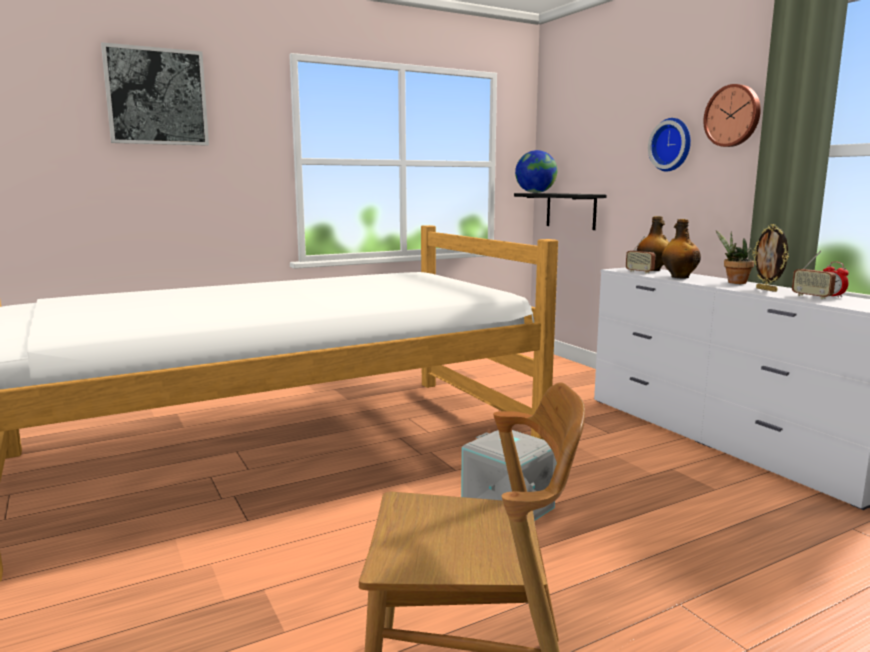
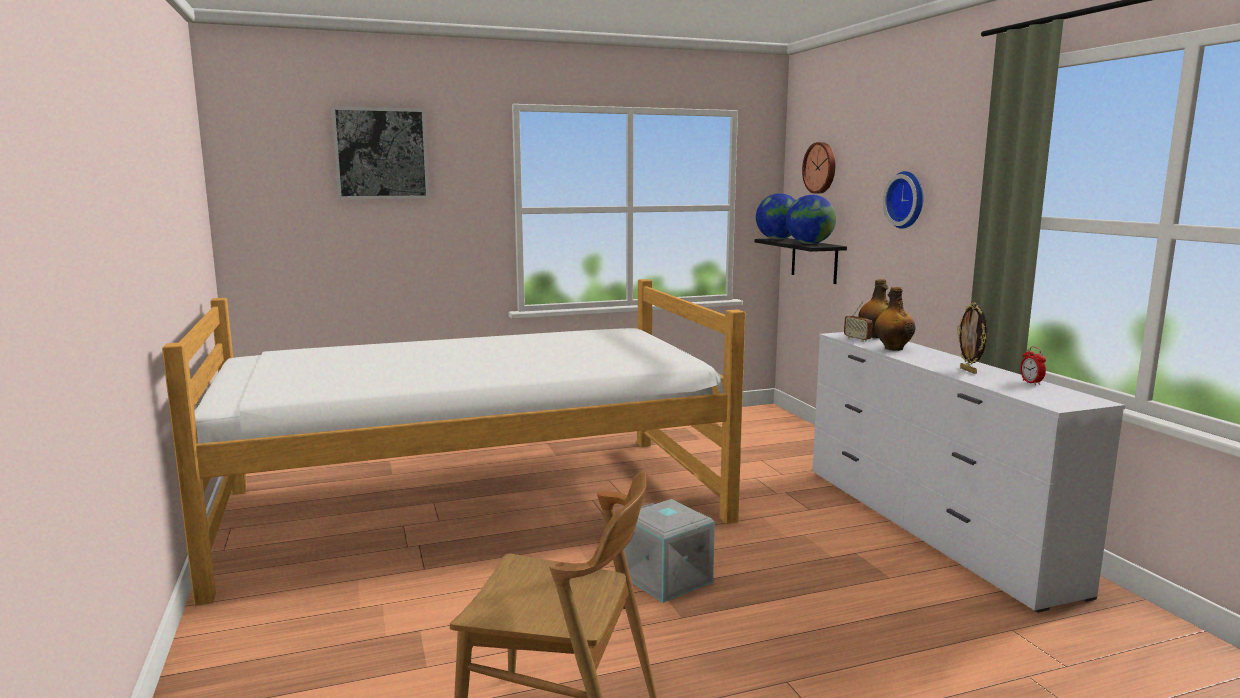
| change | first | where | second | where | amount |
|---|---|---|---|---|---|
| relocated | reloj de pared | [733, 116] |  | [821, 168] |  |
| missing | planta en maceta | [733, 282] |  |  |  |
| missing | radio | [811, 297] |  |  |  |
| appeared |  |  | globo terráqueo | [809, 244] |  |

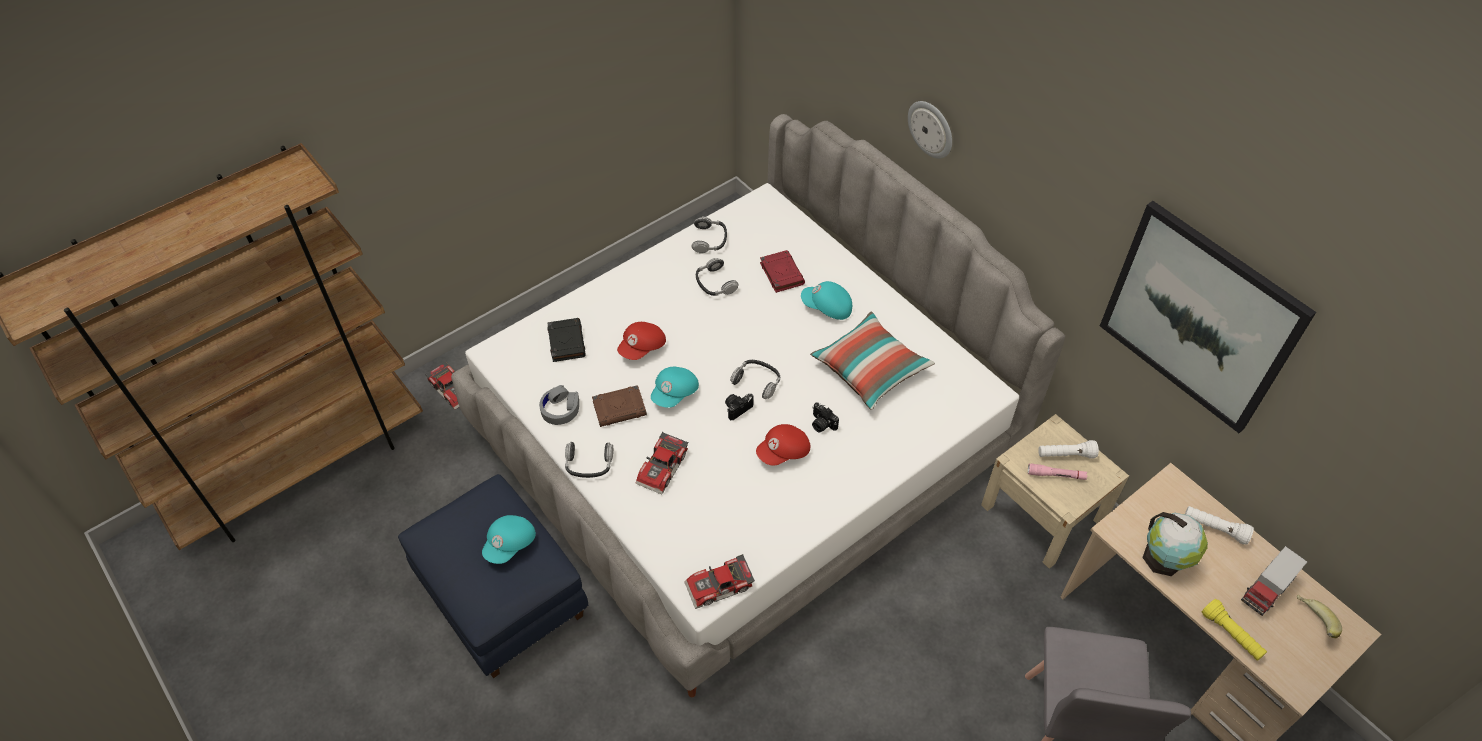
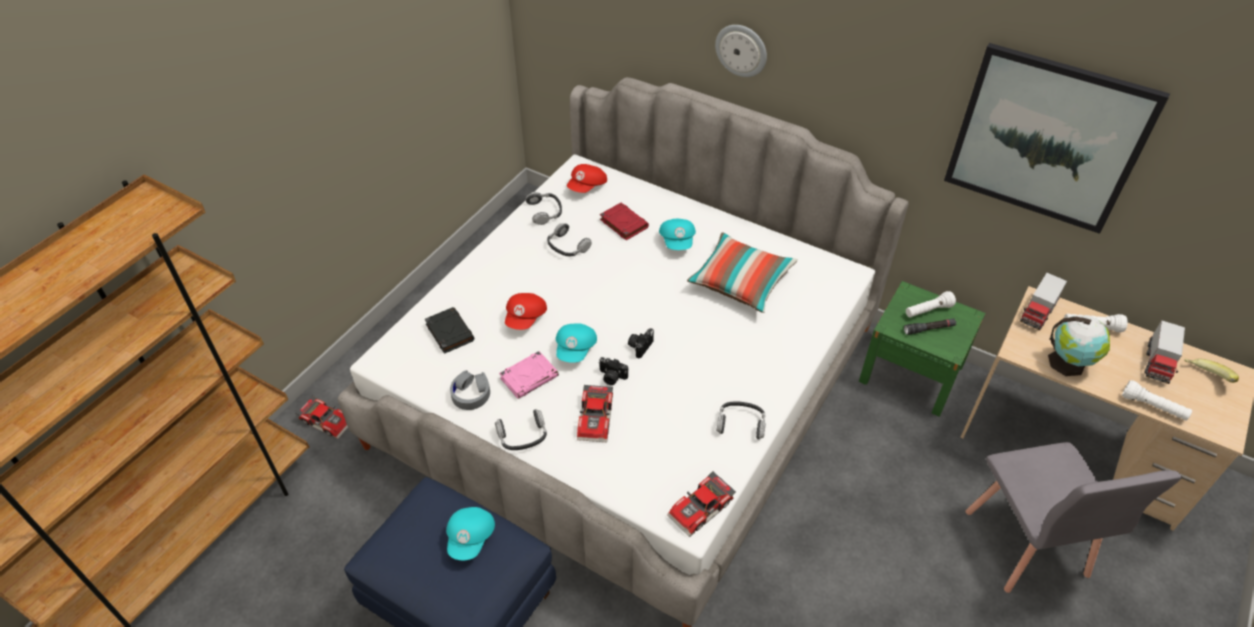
| change | first | where | second | where | amount |
|---|---|---|---|---|---|
| spun | gorra (turquesa) | [827, 308] |  | [678, 241] | 90 degrees counterclockwise |
| relocated | auriculares | [757, 381] |  | [741, 423] |  |
| colour | libro (marrón) | [620, 408] | libro (rosa) | [529, 377] |  |
| relocated | cámara | [821, 424] |  | [611, 377] |  |
| colour | mesita de noche (beis) | [1043, 513] | mesita de noche (verde) | [911, 373] |  |
| relocated | gorra (rojo) | [784, 452] |  | [587, 187] |  |
| colour | linterna (rosa) | [1056, 475] | linterna (negro) | [929, 329] |  |
| colour | linterna (amarillo) | [1231, 635] | linterna (blanco) | [1153, 407] |  |
| appeared |  |  | camión de juguete | [1037, 313] |  |

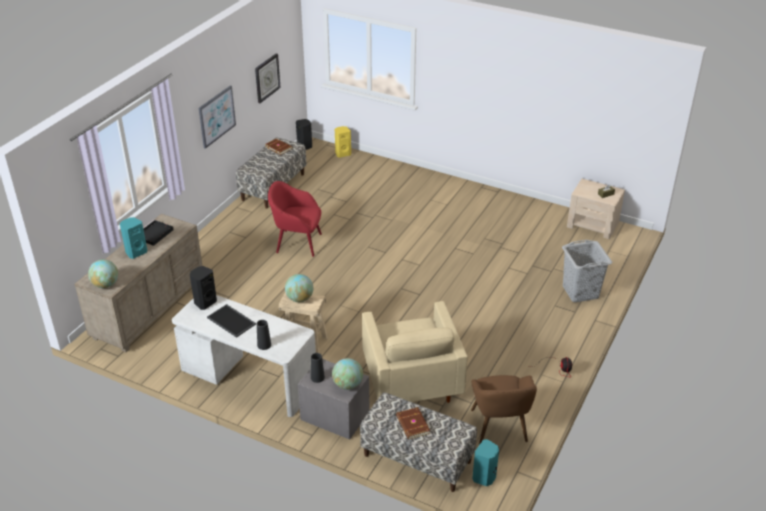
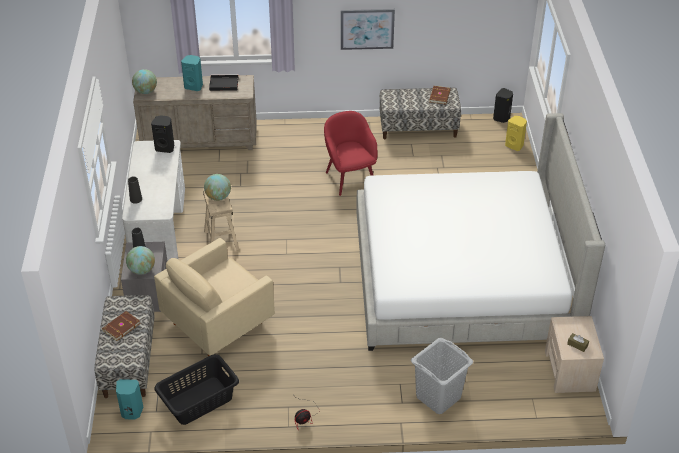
| change | first | where | second | where | amount |
|---|---|---|---|---|---|
| missing | reloj de pared | [267, 78] |  |  |  |
| missing | bandeja | [232, 321] |  |  |  |
| exchanged | sillón (marrón) | [499, 427] | cesto de la ropa (negro) | [198, 400] |  |
| appeared |  |  | cama | [462, 277] |  |

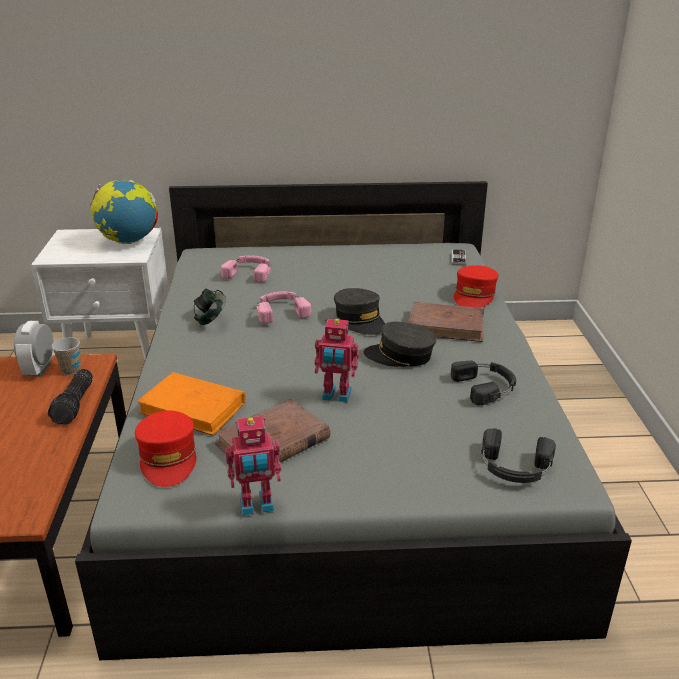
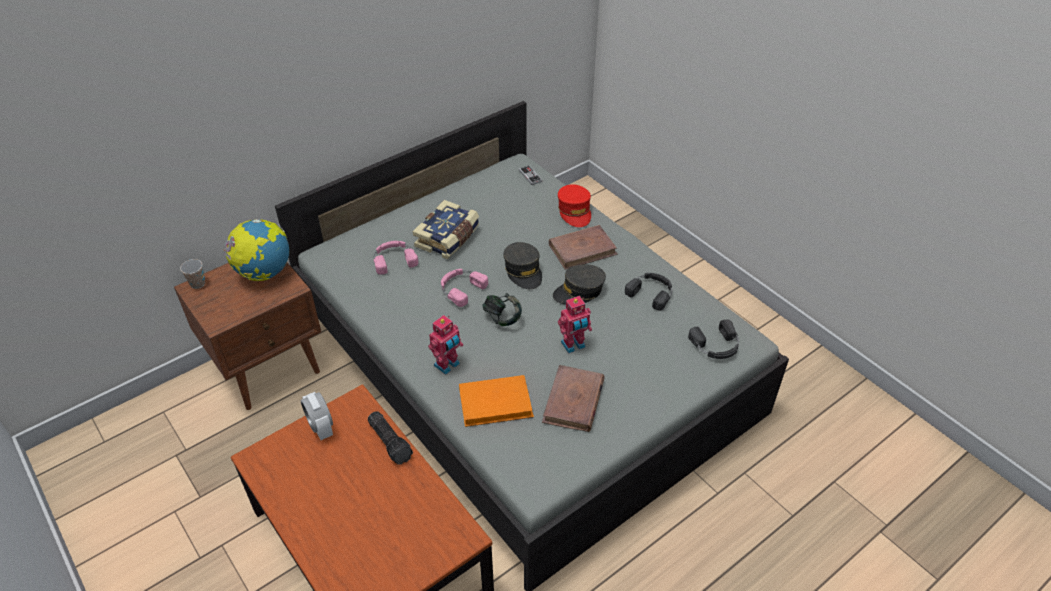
| change | first | where | second | where | amount |
|---|---|---|---|---|---|
| colour | mesita de noche (blanco) | [120, 353] | mesita de noche (marrón) | [270, 368] |  |
| spun | gorra (gris) | [360, 320] |  | [523, 271] | 45 degrees clockwise |
| relocated | auriculares | [211, 320] |  | [502, 318] |  |
| relocated | taza | [71, 370] |  | [198, 284] |  |
| missing | gorra (rojo) | [168, 458] |  |  |  |
| relocated | robot de juguete | [256, 505] |  | [448, 365] |  |
| appeared |  |  | libro | [448, 238] |  |

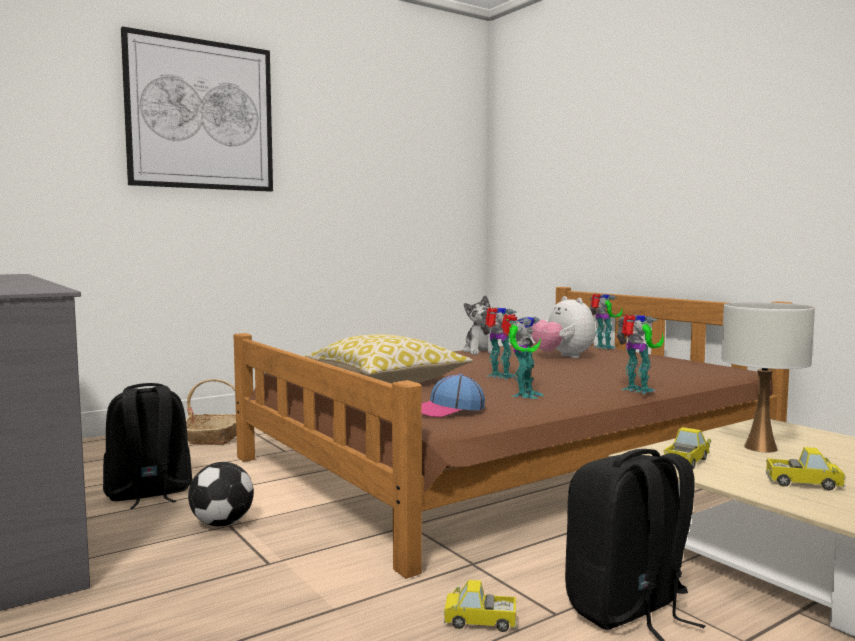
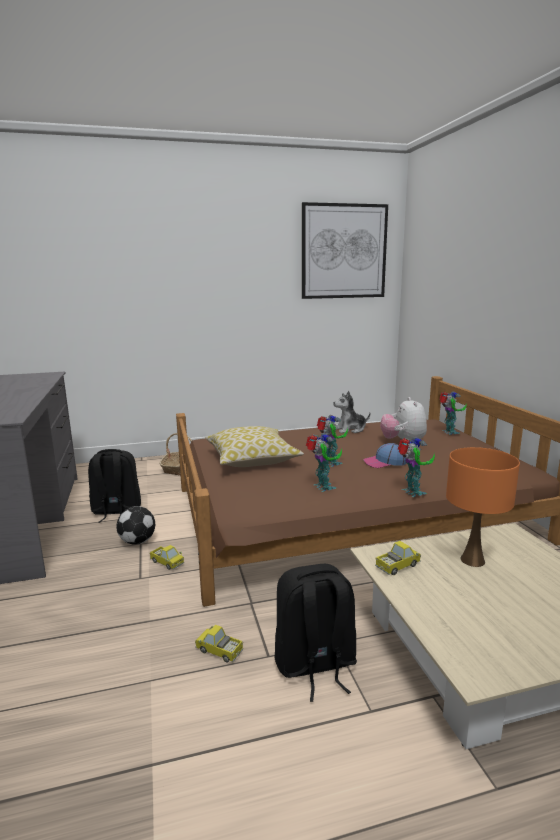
| change | first | where | second | where | amount |
|---|---|---|---|---|---|
| relocated | cuadro | [201, 115] |  | [344, 251] |  |
| spun | peluche | [480, 351] |  | [350, 429] | 60 degrees clockwise |
| colour | lámpara de mesa (blanco) | [761, 448] | lámpara de mesa (naranja) | [473, 560] |  |
| spun | robot de juguete | [523, 395] |  | [322, 487] | 75 degrees counterclockwise |
| relocated | gorra | [447, 409] |  | [384, 462] |  |
| relocated | camión de juguete | [803, 484] |  | [167, 563] |  |

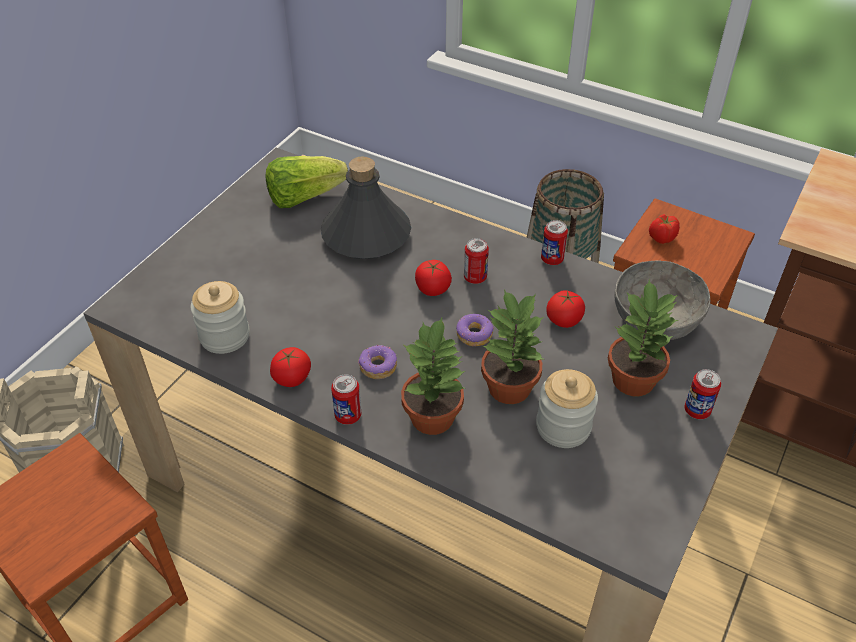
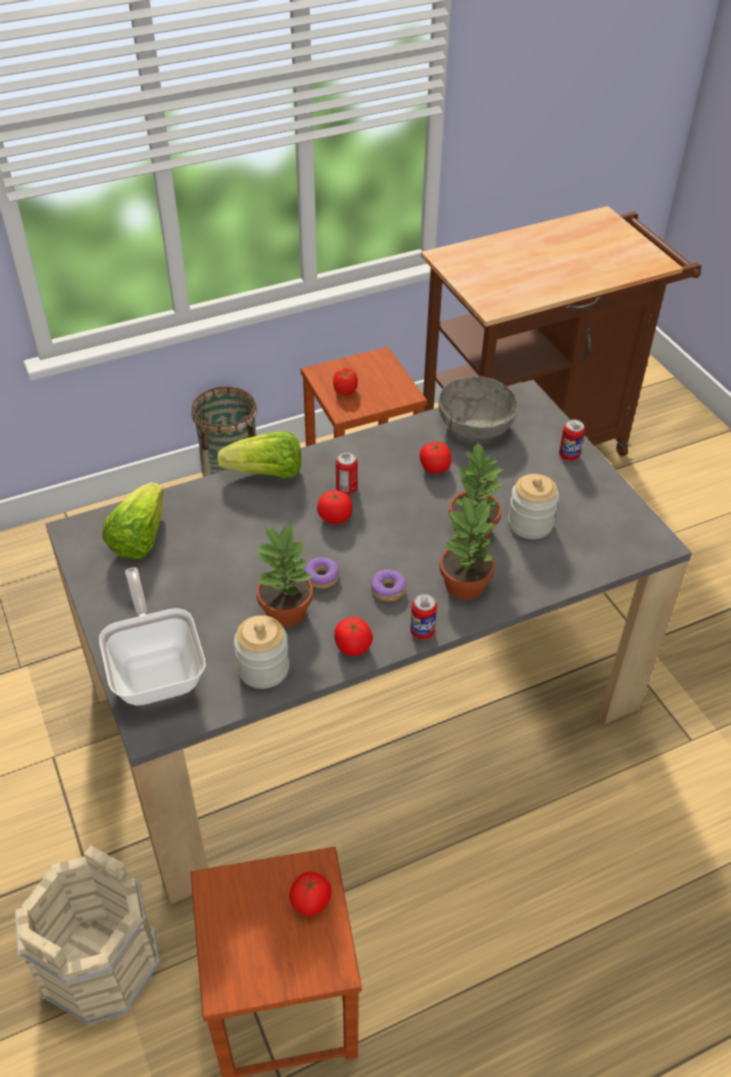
| change | first | where | second | where | amount |
|---|---|---|---|---|---|
| missing | botella (gris) | [366, 236] |  |  |  |
| missing | lata | [552, 259] |  |  |  |
| relocated | planta en maceta | [634, 379] |  | [286, 611] |  |
| relocated | rosquilla | [474, 335] |  | [322, 577] |  |
| appeared |  |  | lechuga | [266, 474] |  |
| appeared |  |  | sartén | [156, 669] |  |
| appeared |  |  | tomate | [310, 901] |  |

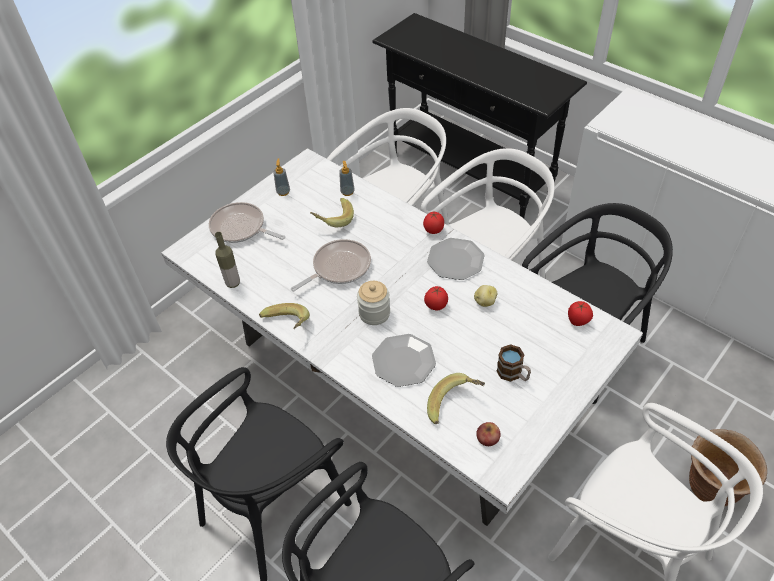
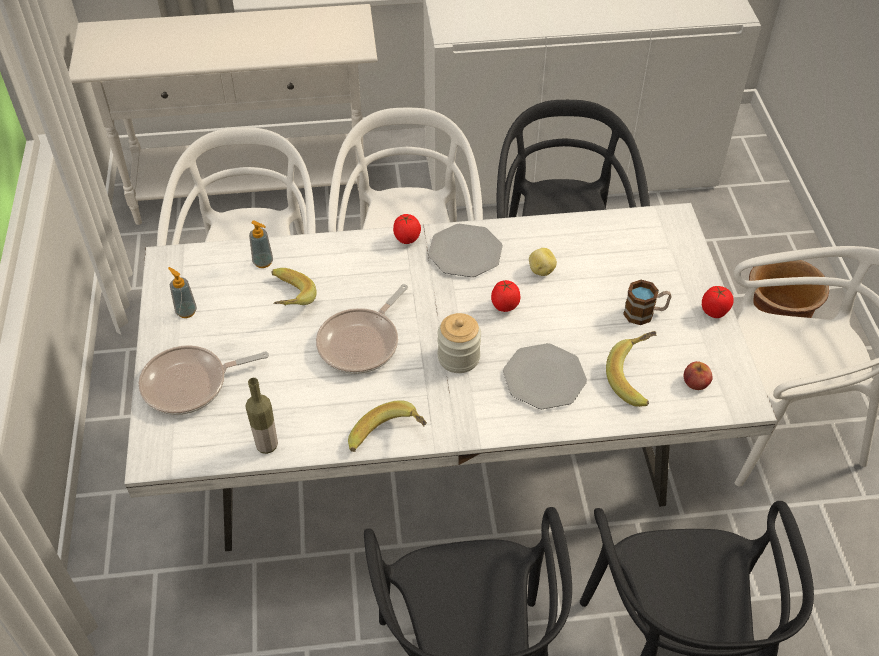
| change | first | where | second | where | amount |
|---|---|---|---|---|---|
| colour | mesa consola (negro) | [469, 172] | mesa consola (blanco) | [253, 191] |  |
| spun | sartén | [338, 267] |  | [362, 342] | 150 degrees counterclockwise |
| relocated | tomate | [578, 321] |  | [714, 312] |  |

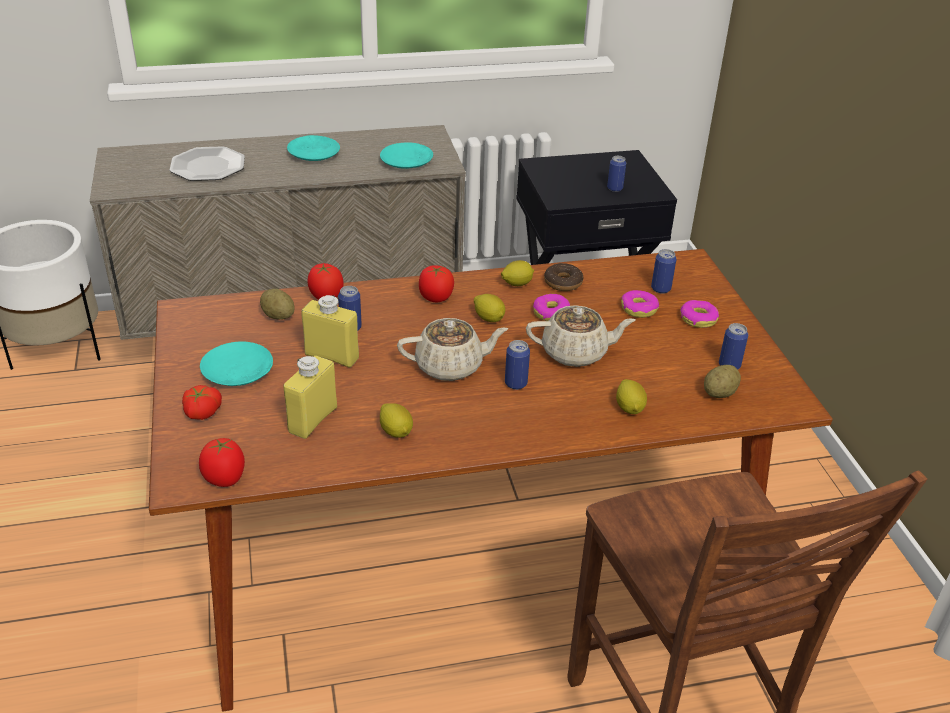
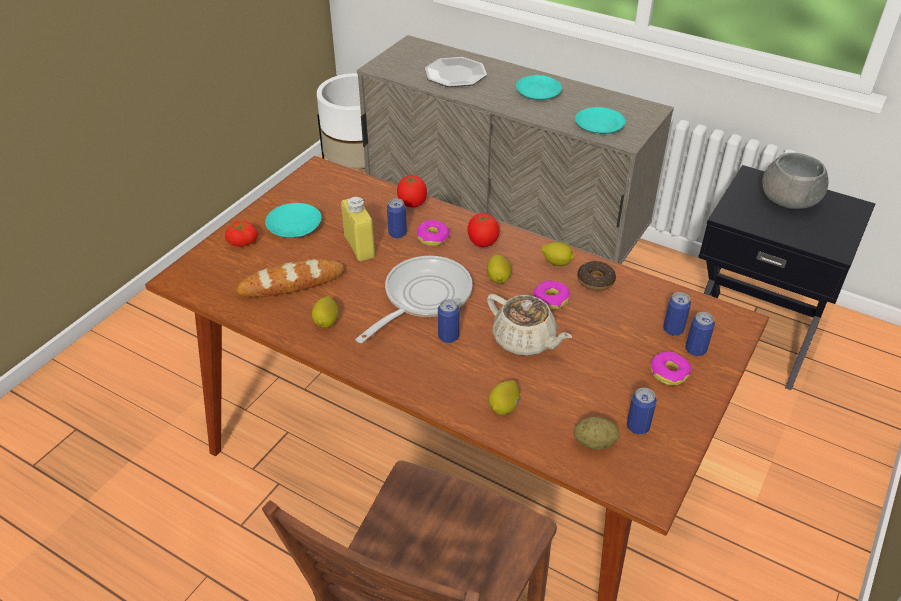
| change | first | where | second | where | amount |
|---|---|---|---|---|---|
| relocated | lata | [614, 188] |  | [695, 350] |  |
| missing | patata | [278, 316] |  |  |  |
| relocated | rosquilla | [639, 309] |  | [433, 238] |  |
| exchanged | tetera (beis) | [450, 366] | sartén | [422, 298] |  |
| exchanged | botella (amarillo) | [313, 420] | pan | [292, 283] |  |
| missing | tomate | [225, 478] |  |  |  |
| appeared |  |  | cuenco (gris) | [788, 199] |  |

